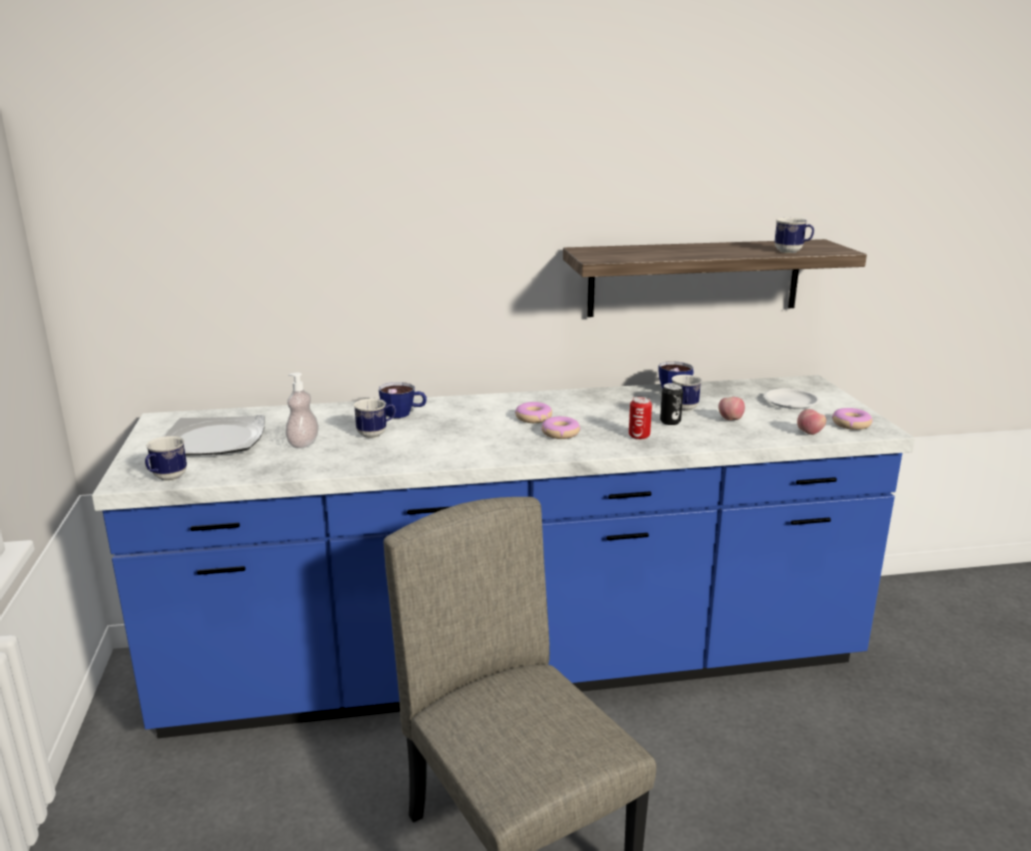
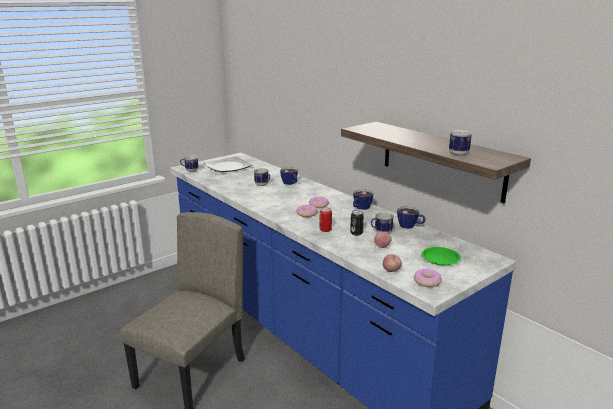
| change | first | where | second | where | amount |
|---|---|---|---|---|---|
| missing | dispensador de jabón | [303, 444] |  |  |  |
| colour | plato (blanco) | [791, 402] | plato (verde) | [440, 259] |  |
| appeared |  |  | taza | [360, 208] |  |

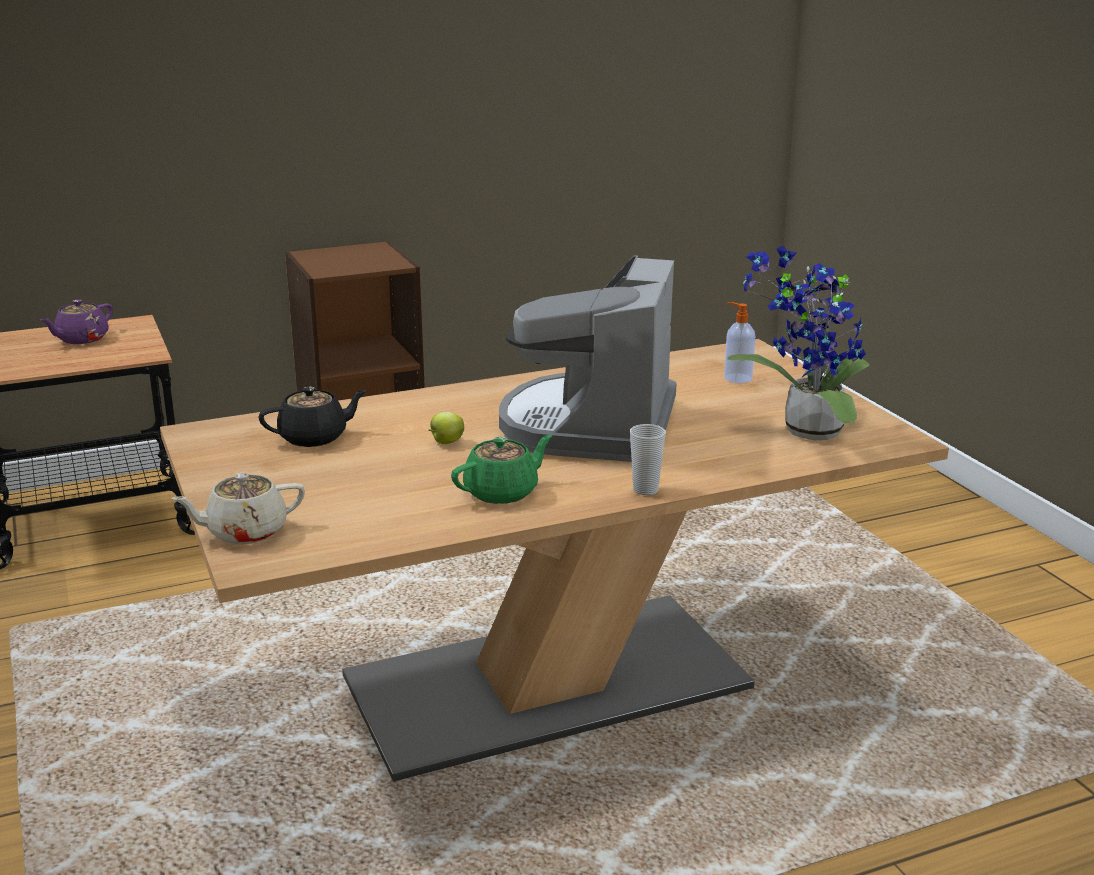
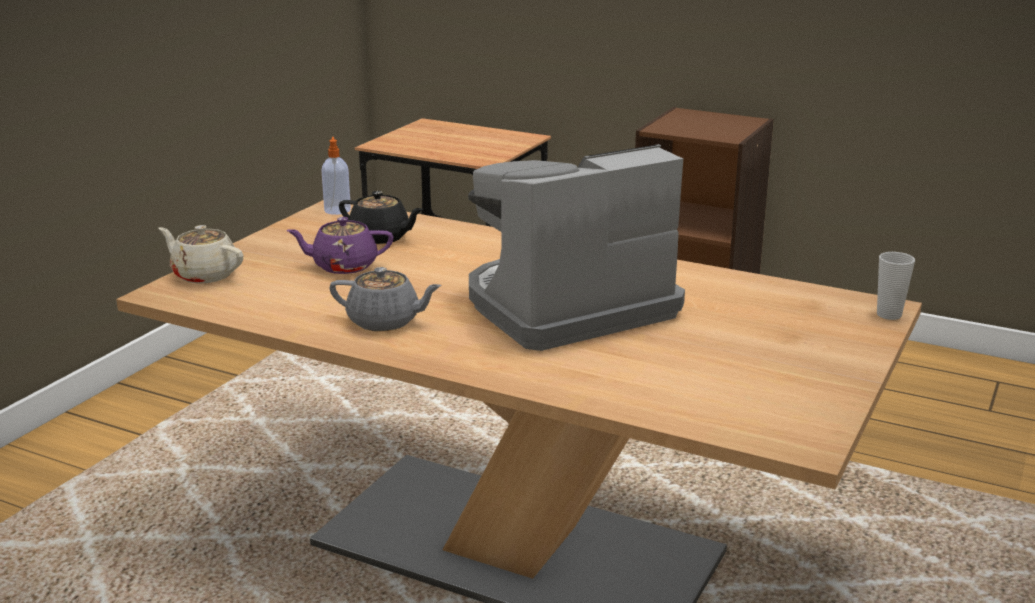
| change | first | where | second | where | amount |
|---|---|---|---|---|---|
| missing | planta en maceta | [805, 432] |  |  |  |
| relocated | tetera (morado) | [81, 339] |  | [343, 266] |  |
| relocated | dispensador de jabón | [737, 378] |  | [337, 210] |  |
| missing | manzana | [446, 442] |  |  |  |
| relocated | taza | [645, 490] |  | [889, 315] |  |
| colour | tetera (verde) | [502, 492] | tetera (gris) | [385, 322] |  |

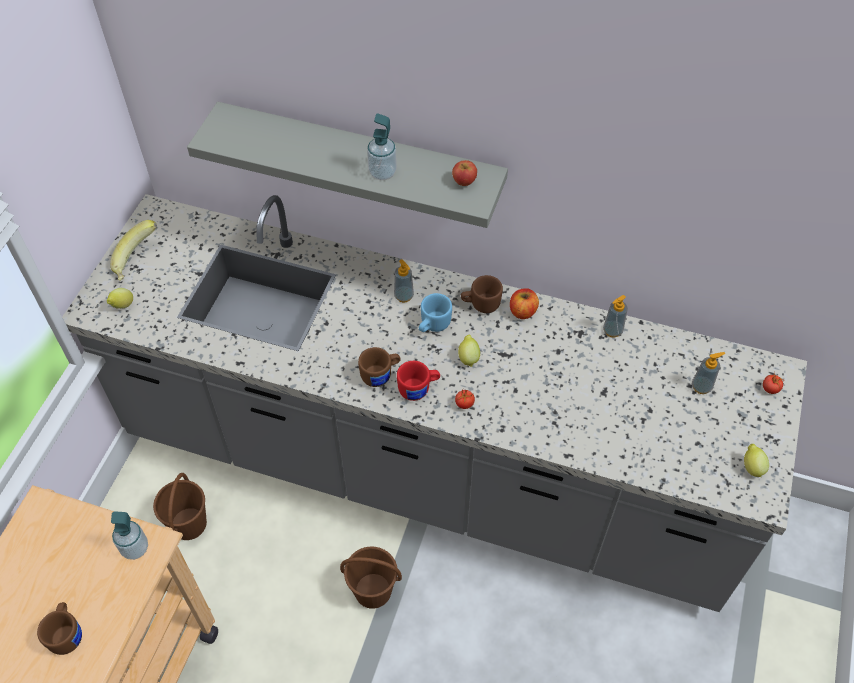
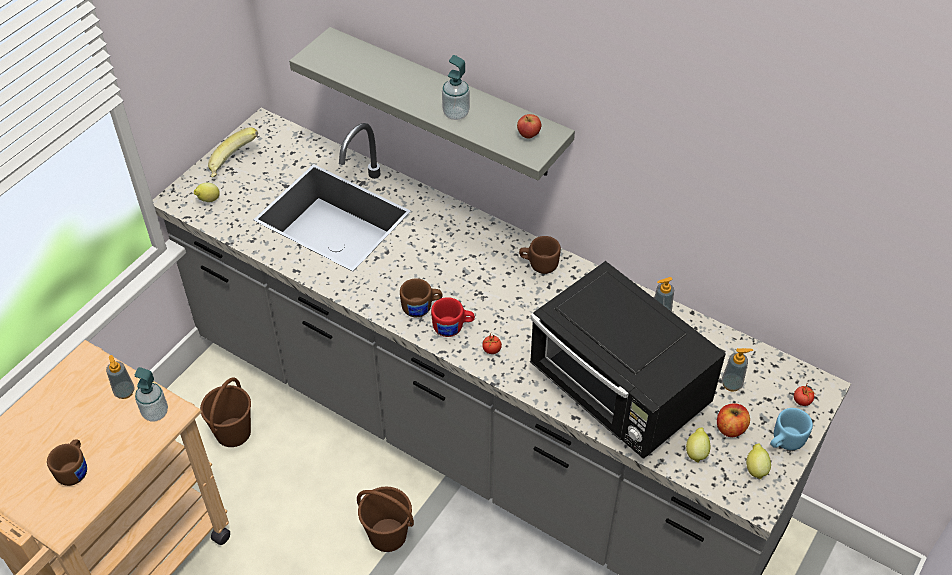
| change | first | where | second | where | amount |
|---|---|---|---|---|---|
| relocated | dispensador de jabón | [404, 296] |  | [124, 392] |  |
| relocated | manzana | [522, 311] |  | [730, 428] |  |
| relocated | taza grande (azul) | [432, 325] |  | [784, 442] |  |
| relocated | limón | [468, 357] |  | [696, 452] |  |
| appeared |  |  | microondas (negro) | [618, 393] |  |

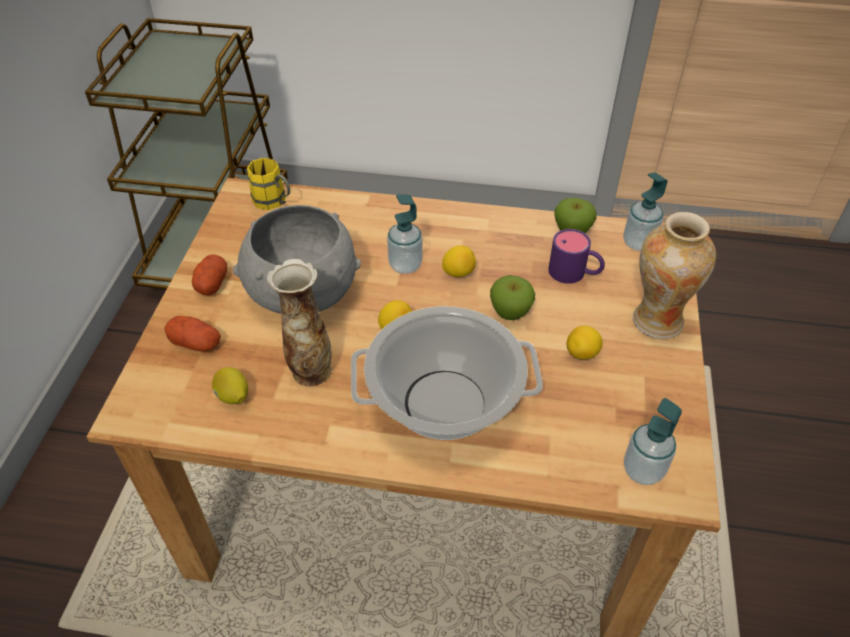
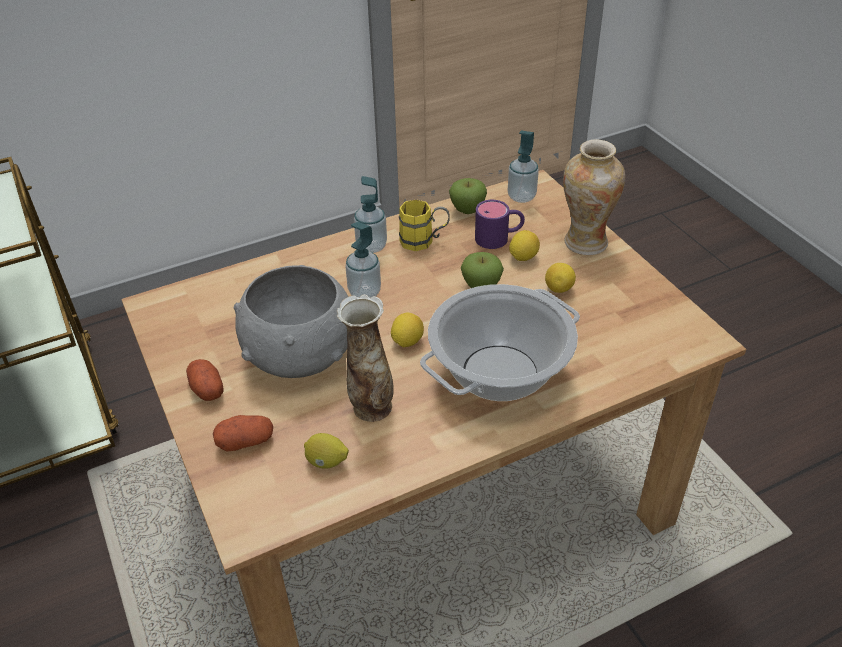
| change | first | where | second | where | amount |
|---|---|---|---|---|---|
| relocated | taza grande (amarillo) | [274, 202] |  | [424, 241] |  |
| relocated | limón | [458, 272] |  | [523, 257] |  |
| relocated | dispensador de jabón | [643, 470] |  | [371, 246] |  |

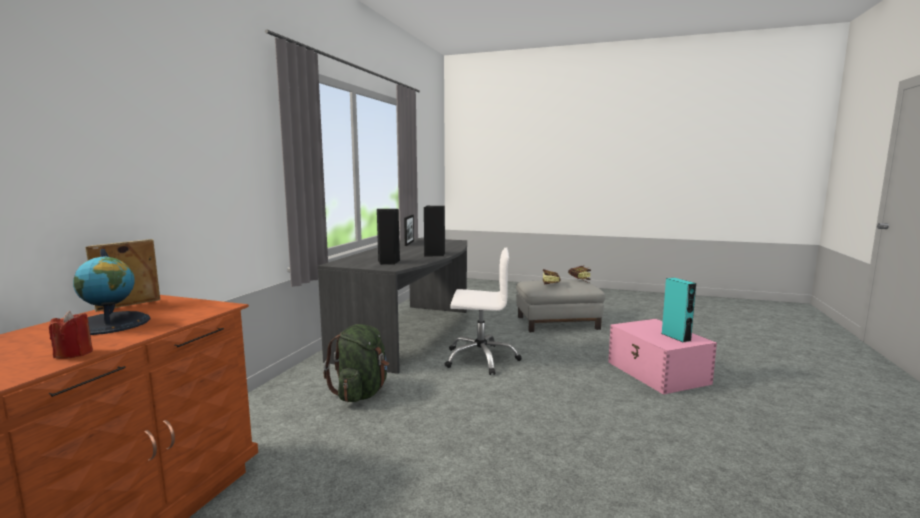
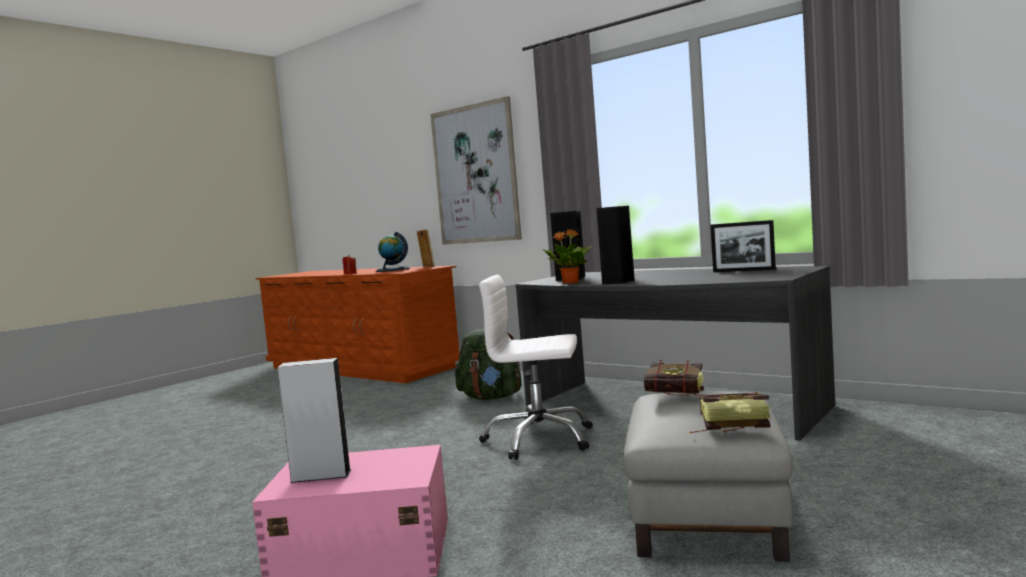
| change | first | where | second | where | amount |
|---|---|---|---|---|---|
| spun | silla de oficina (blanco) | [481, 359] |  | [539, 440] | 75 degrees clockwise |
| colour | altavoz (turquesa) | [676, 337] | altavoz (gris) | [321, 476] |  |
| appeared |  |  | cuadro | [475, 174] |  |
| appeared |  |  | planta en maceta | [570, 283] |  |

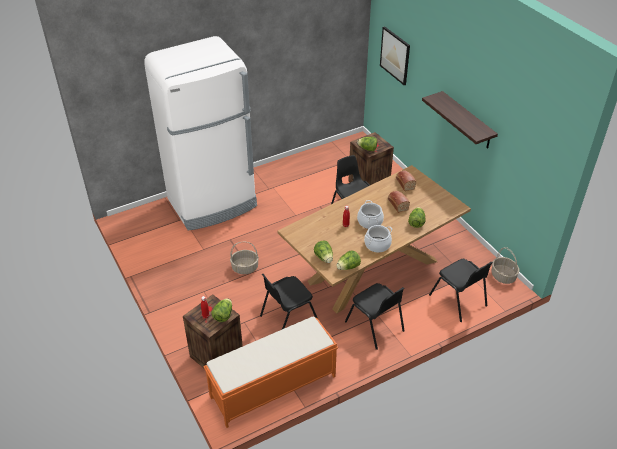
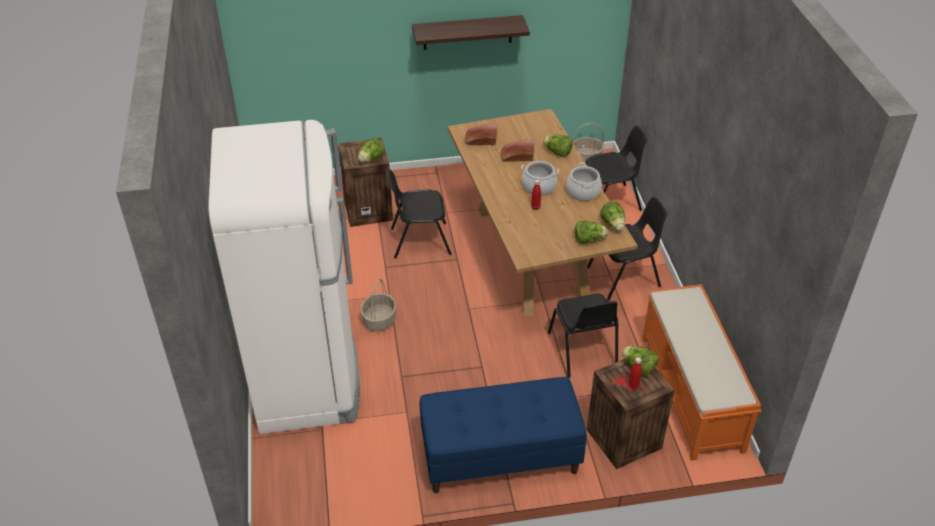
| change | first | where | second | where | amount |
|---|---|---|---|---|---|
| missing | cuadro | [395, 55] |  |  |  |
| relocated | cesta | [244, 268] |  | [379, 321] |  |
| appeared |  |  | banco (azul) | [499, 458] |  |

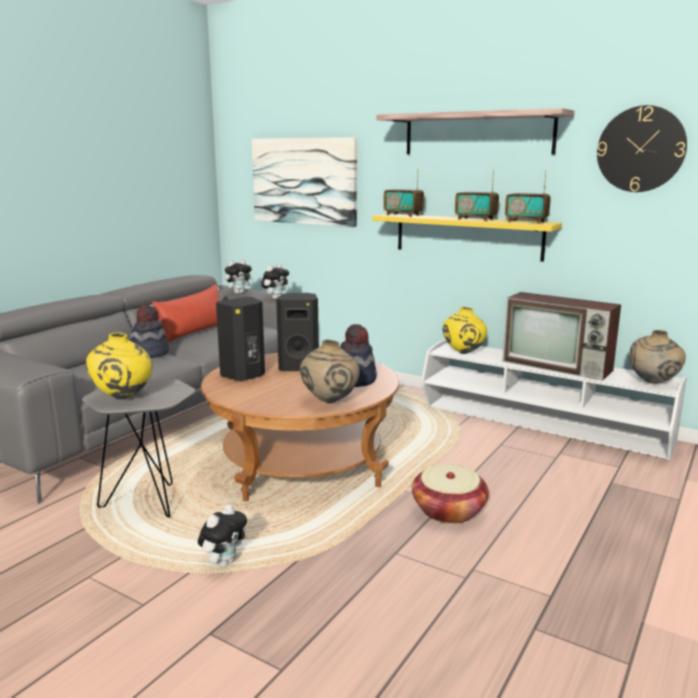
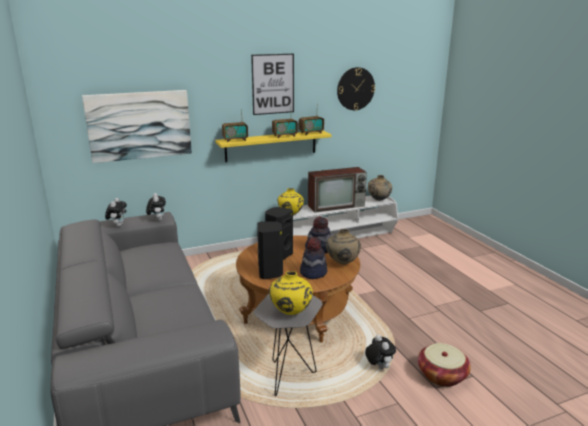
| change | first | where | second | where | amount |
|---|---|---|---|---|---|
| exchanged | estante | [477, 134] | cuadro | [273, 84] |  |
| missing | cojín (rojo) | [194, 332] |  |  |  |
| relocated | sombrero | [149, 353] |  | [313, 272] |  |
| relocated | cesta | [448, 511] |  | [442, 375] |  |

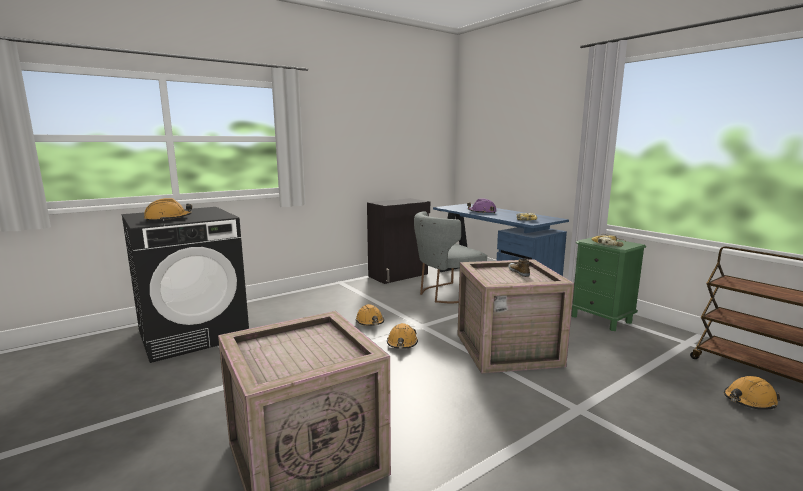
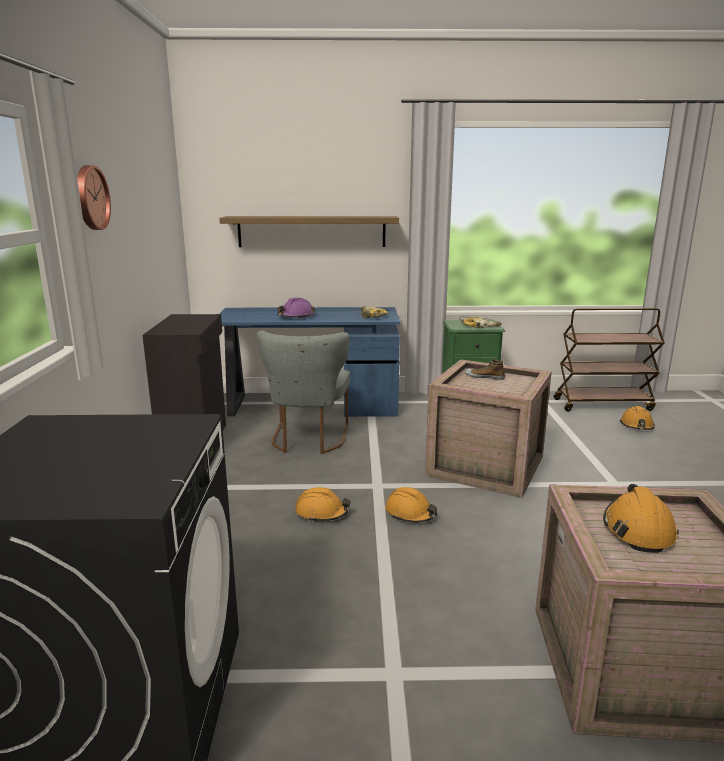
| change | first | where | second | where | amount |
|---|---|---|---|---|---|
| relocated | casco (naranja) | [168, 219] |  | [638, 529] |  |
| appeared |  |  | reloj de pared | [90, 198] |  |
| appeared |  |  | estante | [311, 231] |  |

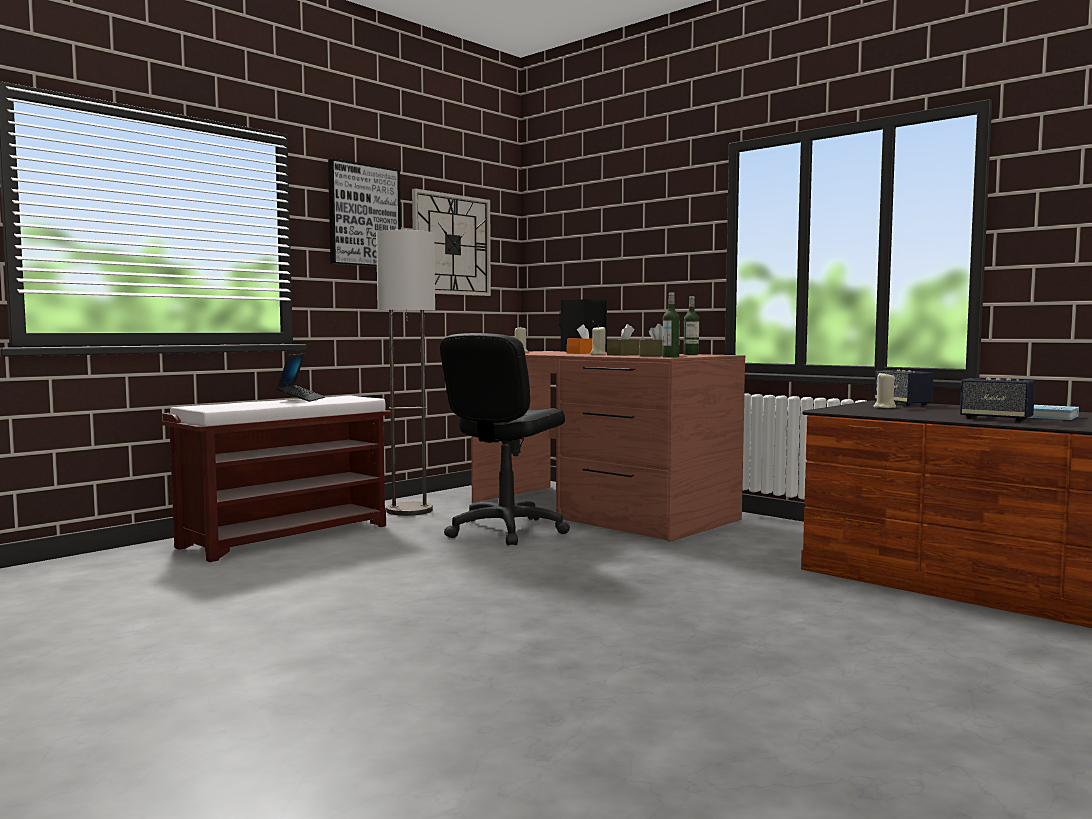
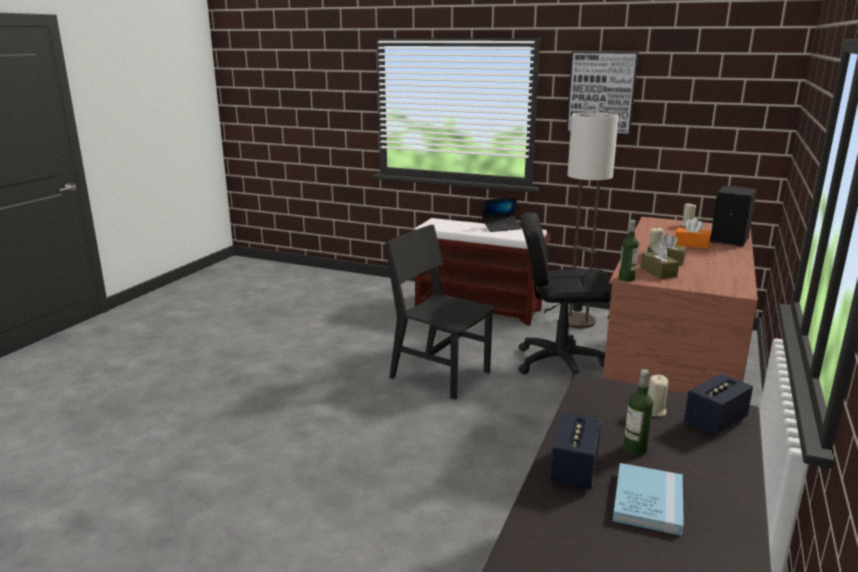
| change | first | where | second | where | amount |
|---|---|---|---|---|---|
| missing | reloj de pared | [451, 244] |  |  |  |
| relocated | botella | [691, 354] |  | [635, 449] |  |
| appeared |  |  | silla (negro) | [440, 374] |  |

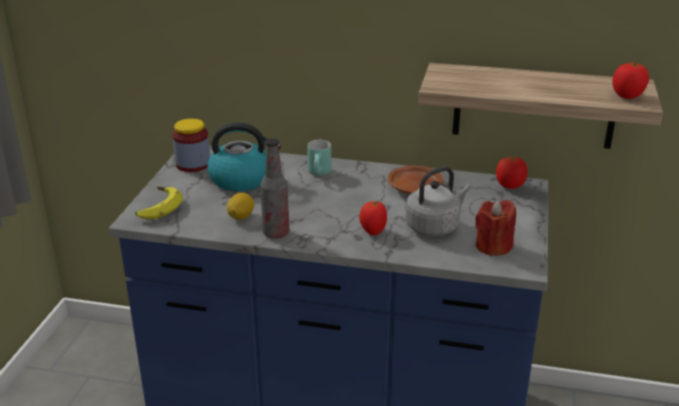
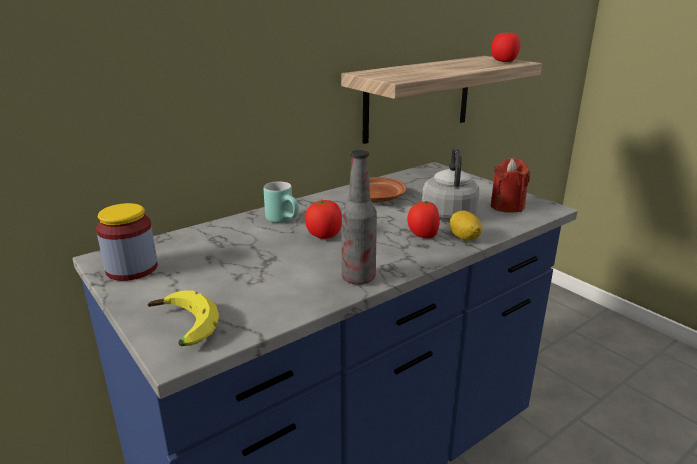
| change | first | where | second | where | amount |
|---|---|---|---|---|---|
| missing | hervidor | [242, 179] |  |  |  |
| relocated | tomate | [510, 186] |  | [324, 235] |  |
| relocated | limón | [241, 216] |  | [464, 238] |  |

